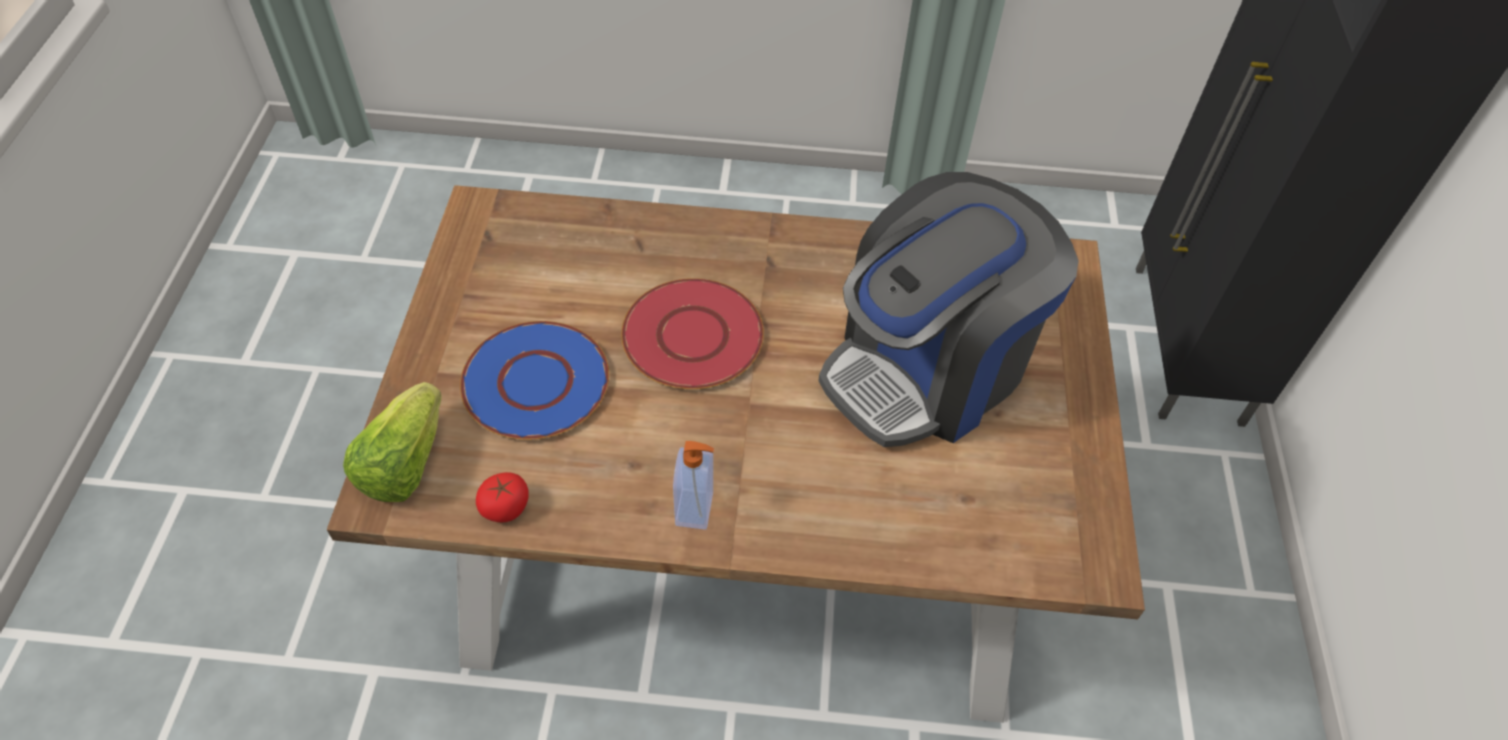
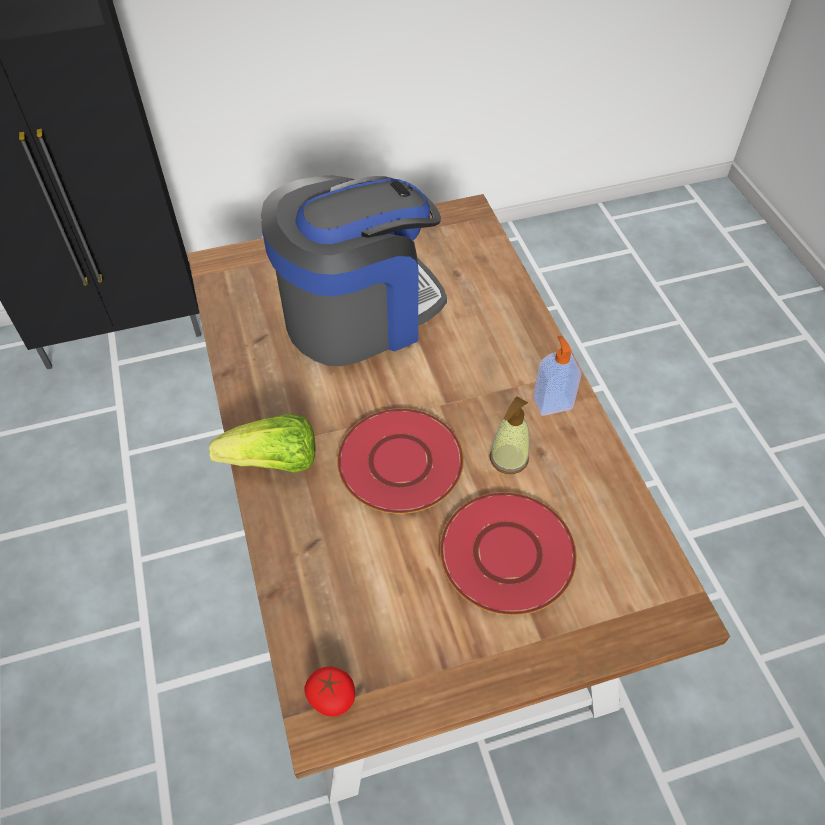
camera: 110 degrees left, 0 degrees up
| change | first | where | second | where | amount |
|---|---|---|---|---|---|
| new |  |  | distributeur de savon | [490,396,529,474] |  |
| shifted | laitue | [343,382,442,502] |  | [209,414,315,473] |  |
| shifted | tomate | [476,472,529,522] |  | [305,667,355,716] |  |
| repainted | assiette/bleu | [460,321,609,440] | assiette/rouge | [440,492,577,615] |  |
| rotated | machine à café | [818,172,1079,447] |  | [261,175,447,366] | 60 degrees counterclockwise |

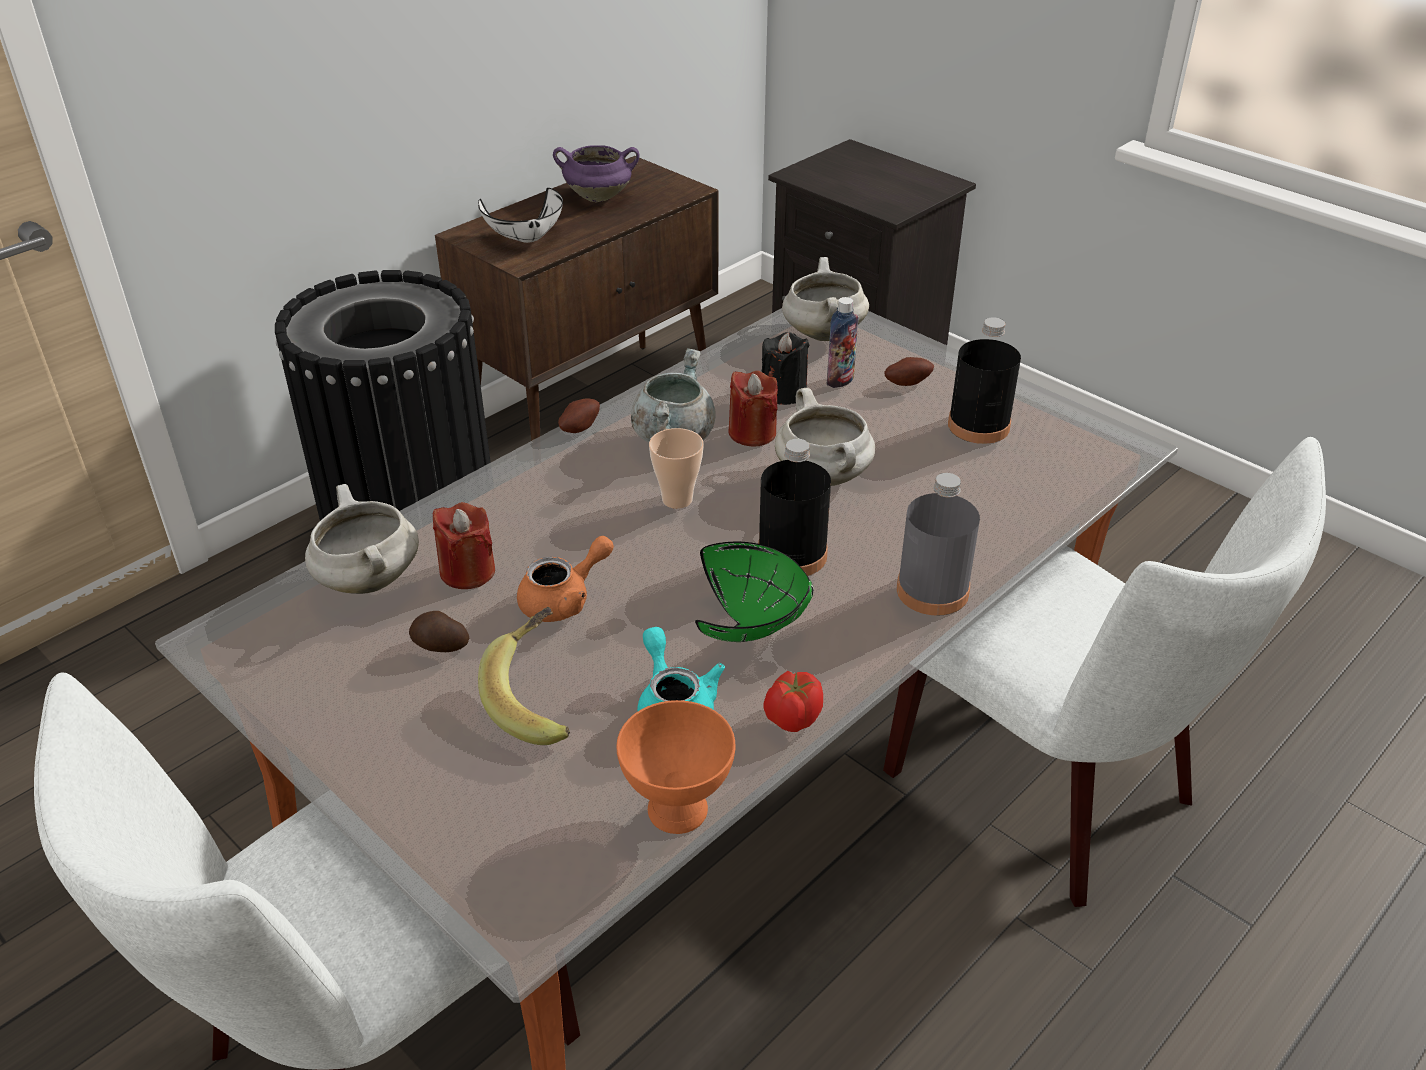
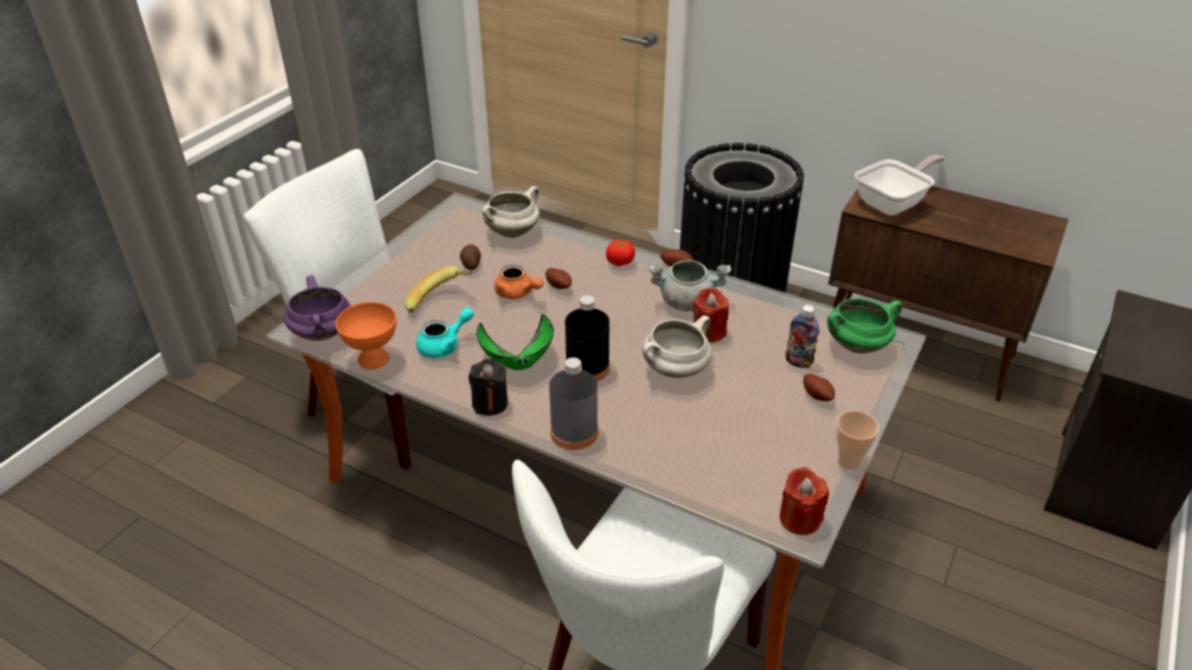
camera: 75 degrees right, 0 degrees up
| change | first | where | second | where | amount |
|---|---|---|---|---|---|
| gone | bouteille/noir | [948,317,1021,444] |  |  |  |
| new |  |  | pomme de terre | [546,268,572,289] |  |
| shifted | bougie/rouge | [433,502,495,589] |  | [780,467,829,535] |  |
| shifted | marmite/violet | [553,145,639,202] |  | [283,275,351,341] |  |
| shifted | tasse | [649,428,704,509] |  | [836,411,879,470] |  |
| shifted | bougie/noir | [762,332,810,405] |  | [468,358,508,416] |  |
| shifted | tomate | [764,671,823,732] |  | [606,239,635,266] |  |
| swapped | bol/blanc | [478,188,563,243] | poêle | [855,155,945,216] |  |
| repainted | marmite/blanc | [782,257,869,341] | marmite/vert | [827,298,902,354] |  |

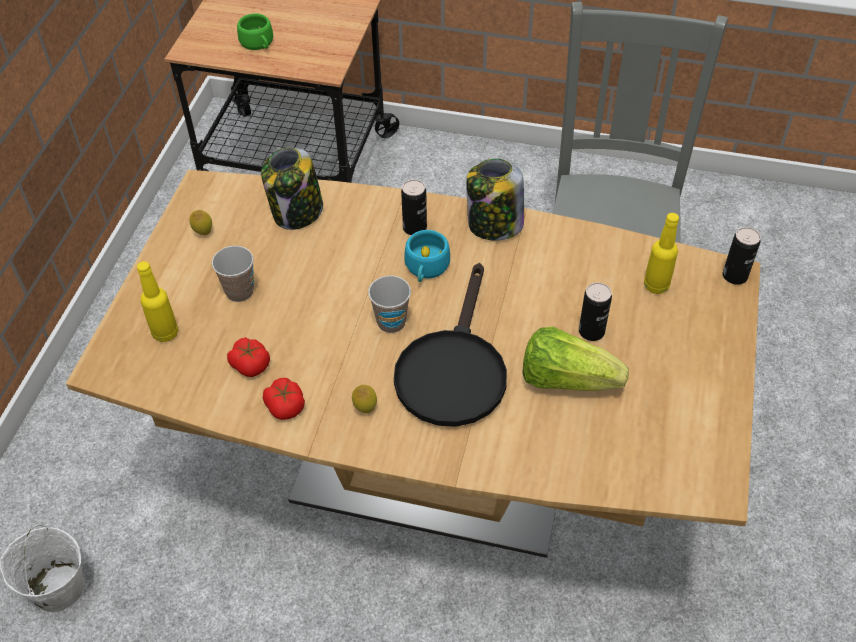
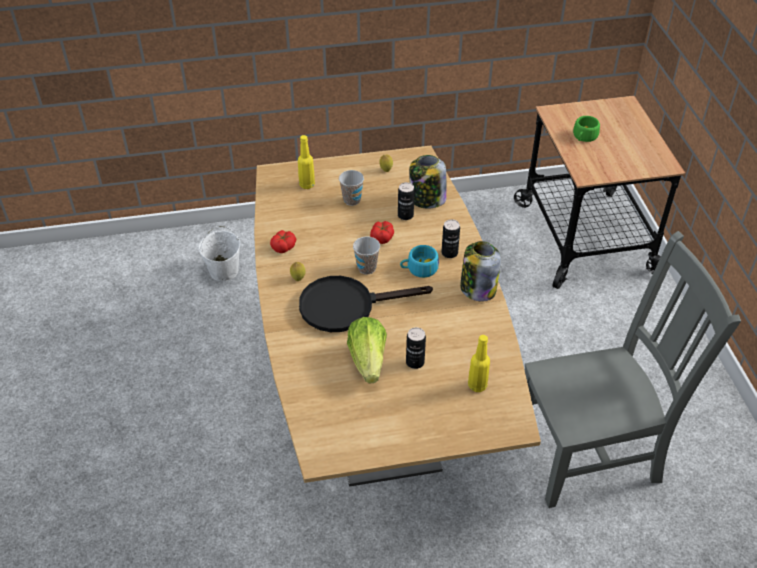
camera: 65 degrees right, 5 degrees down
| change | first | where | second | where | amount |
|---|---|---|---|---|---|
| shifted | tomate | [227,337,270,377] |  | [370,221,394,244] |  |
| shifted | boîte métallique | [723,227,761,285] |  | [398,182,415,220] |  |

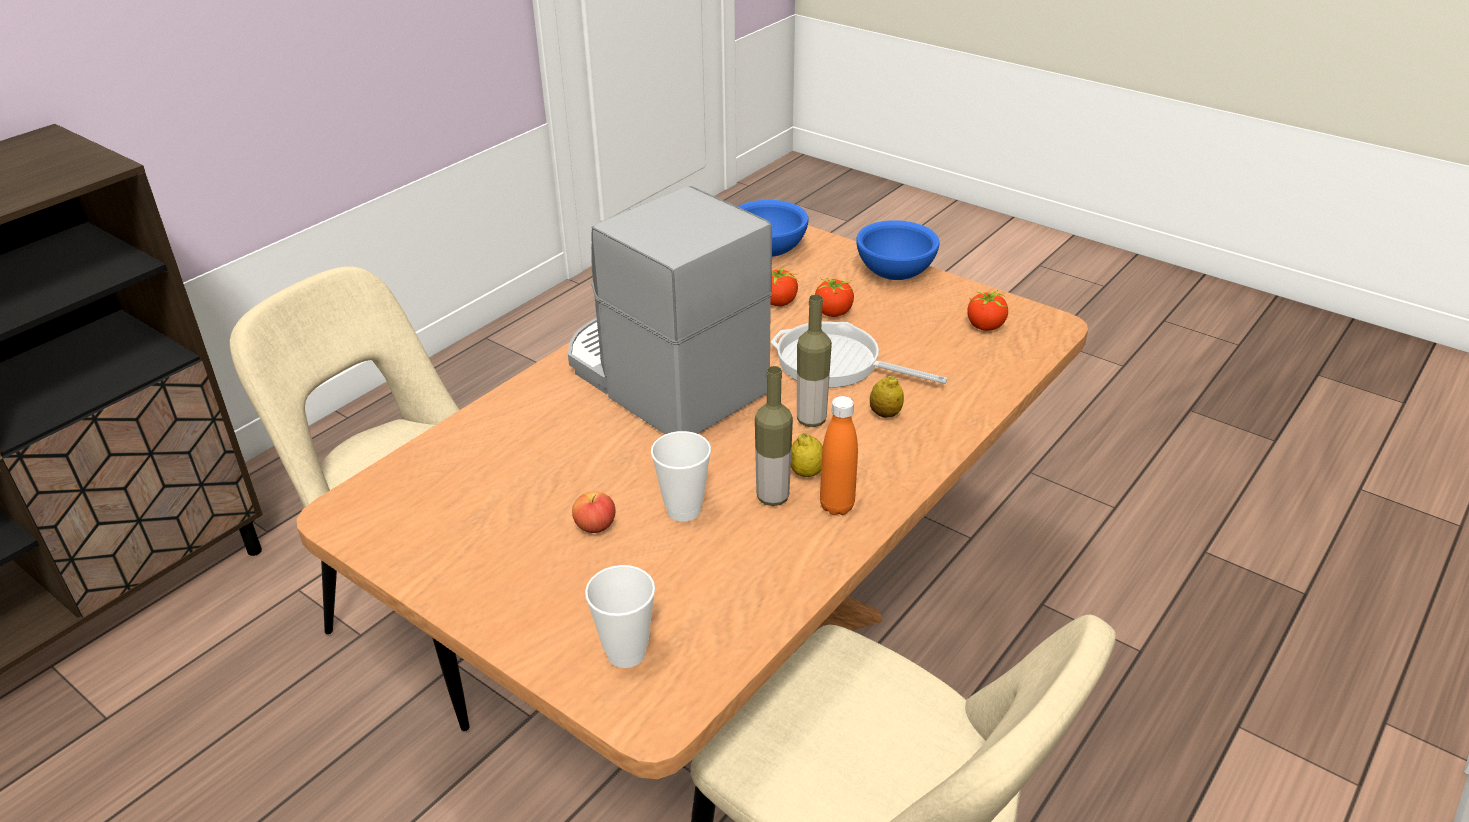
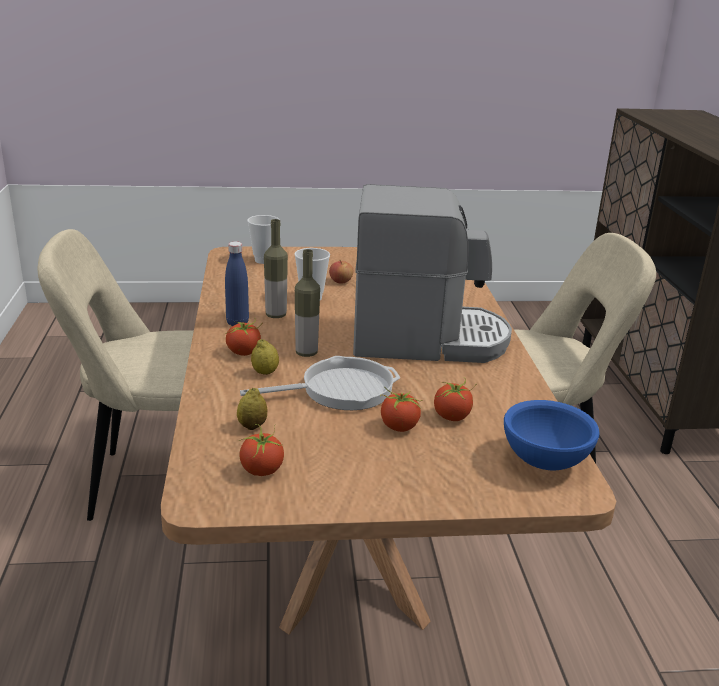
camera: 135 degrees right, 10 degrees down
| change | first | where | second | where | amount |
|---|---|---|---|---|---|
| gone | bol/bleu | [856,220,940,280] |  |  |  |
| new |  |  | tomate | [225,318,262,356] |  |
| shifted | citron | [791,433,823,477] |  | [237,388,268,430] |  |
| repainted | bouteille/orange | [820,396,858,515] | bouteille/bleu | [225,242,249,326] |  |

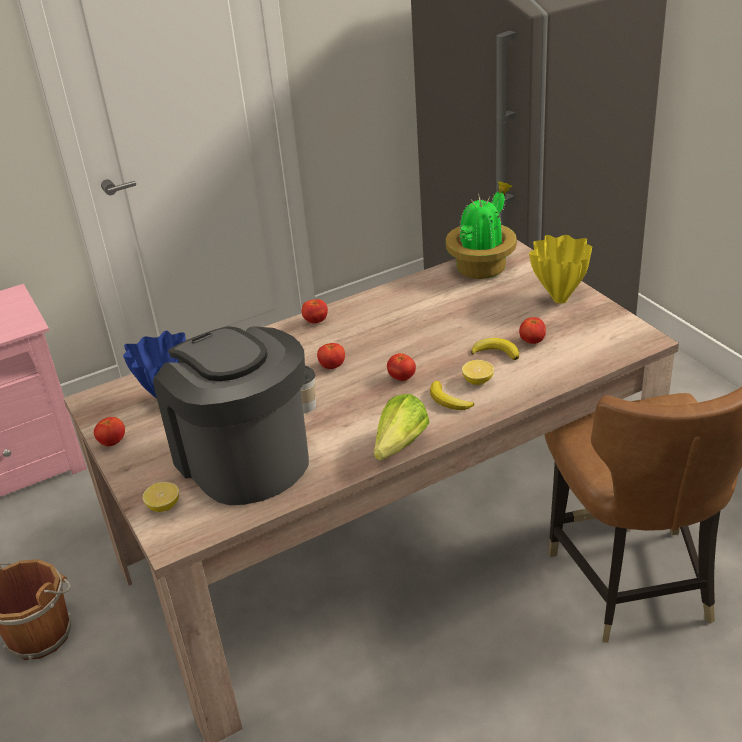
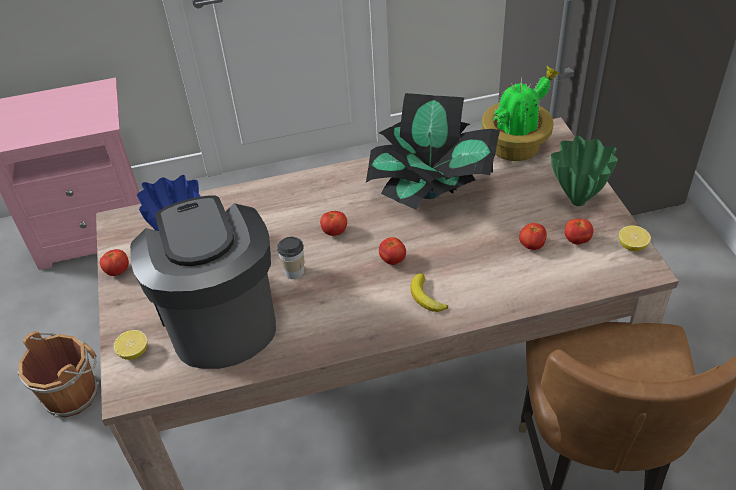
camera: 15 degrees right, 10 degrees up
| change | first | where | second | where | amount |
|---|---|---|---|---|---|
| gone | laitue | [374,394,430,461] |  |  |  |
| gone | banane | [471,338,519,360] |  |  |  |
| new |  |  | plante en pot | [366,93,500,210] |  |
| shifted | tomate | [302,299,328,324] |  | [565,219,593,244] |  |
| shifted | citron | [462,360,494,385] |  | [619,225,651,251] |  |
| repainted | vase/jaune | [529,235,592,304] | vase/vert | [551,135,618,206] |  |

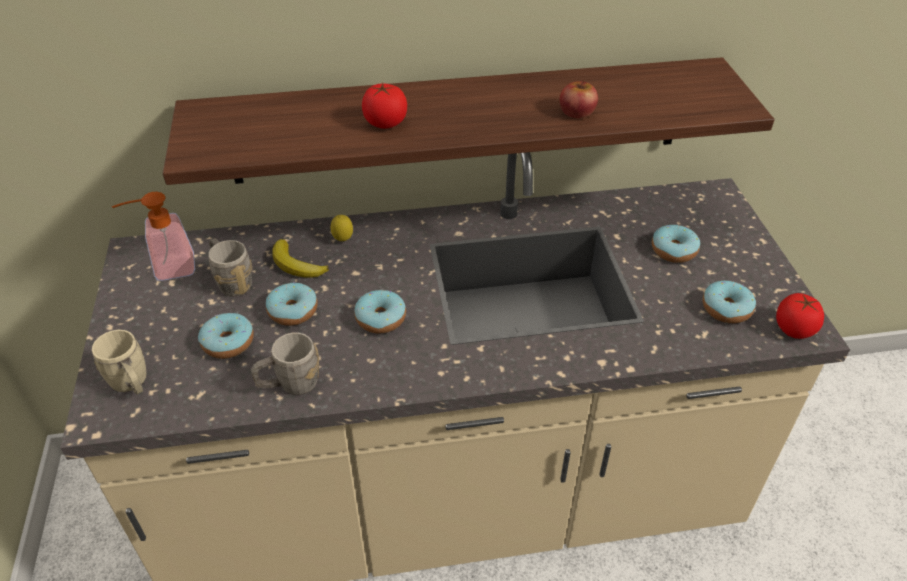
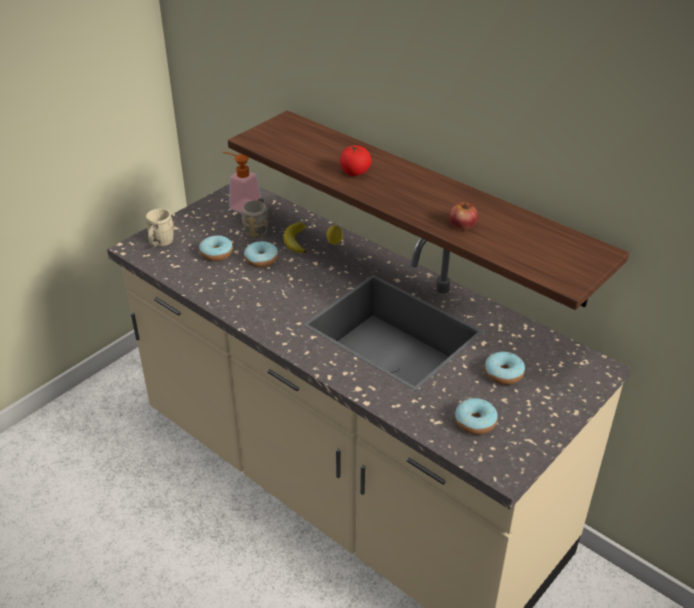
camera: 50 degrees right, 5 degrees down
| change | first | where | second | where | amount |
|---|---|---|---|---|---|
| gone | mug/gris | [251,333,319,395] |  |  |  |
| gone | beignet | [355,290,406,334] |  |  |  |
| gone | tomate | [776,293,824,339] |  |  |  |

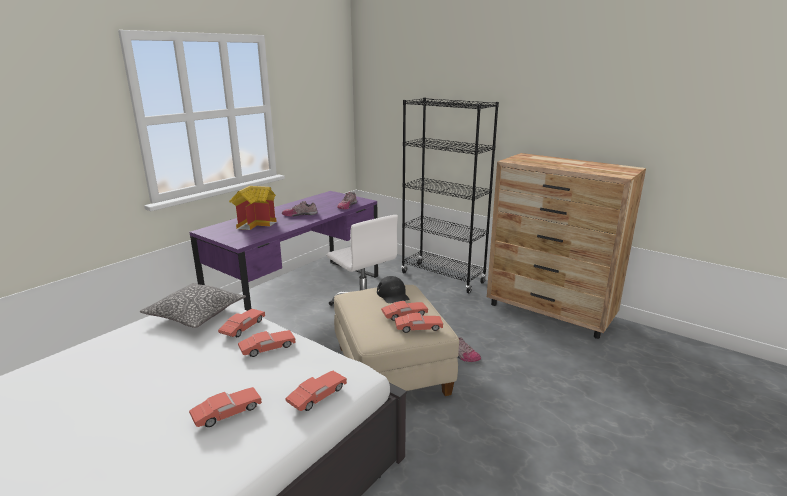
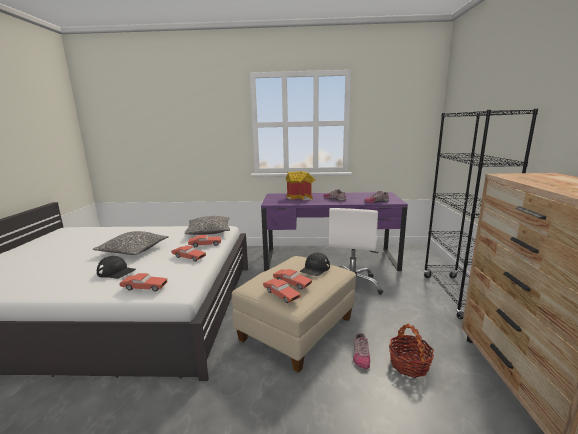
camera: 55 degrees right, 5 degrees down
| change | first | where | second | where | amount |
|---|---|---|---|---|---|
| new |  |  | coussin | [93,231,169,255] |  |
| new |  |  | panier | [389,323,434,378] |  |
| swapped | petite voiture/rouge | [189,387,262,427] | casquette/noir | [97,256,136,279] |  |

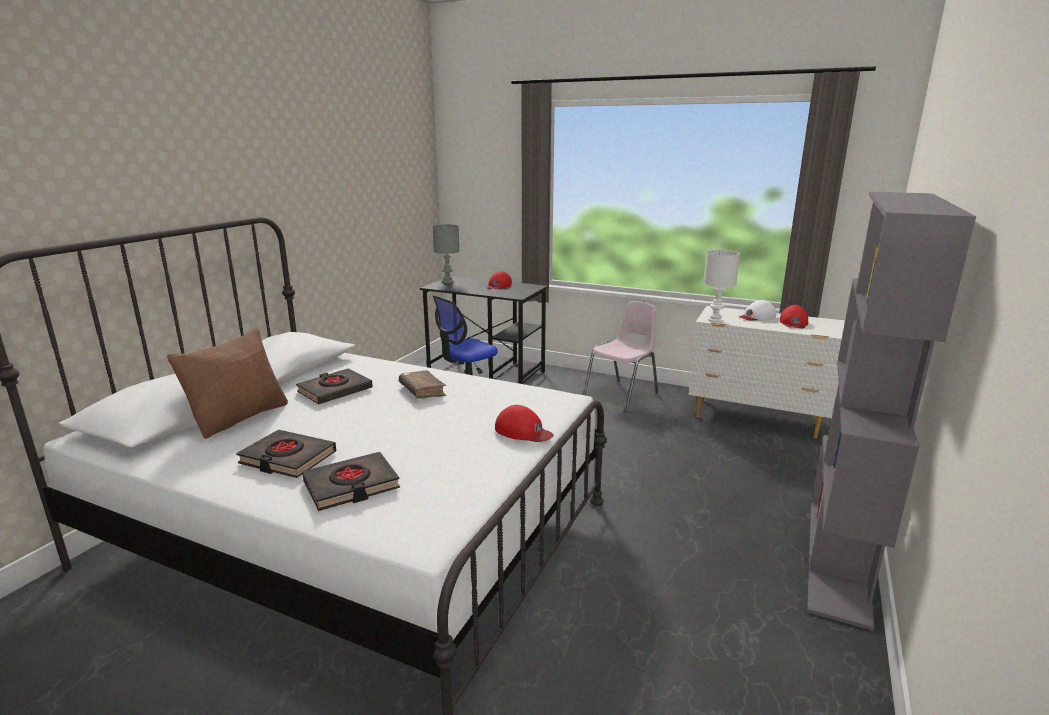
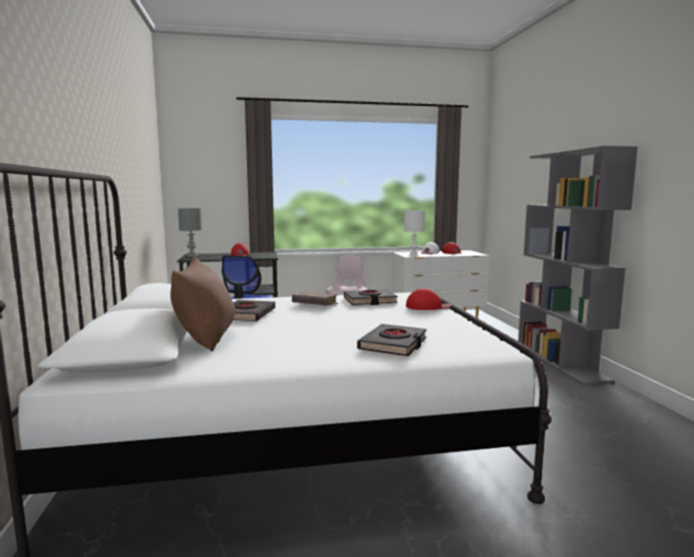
camera: 35 degrees left, 10 degrees down
| change | first | where | second | where | amount |
|---|---|---|---|---|---|
| shifted | livre/noir | [236,430,336,478] |  | [344,289,398,305] |  |

